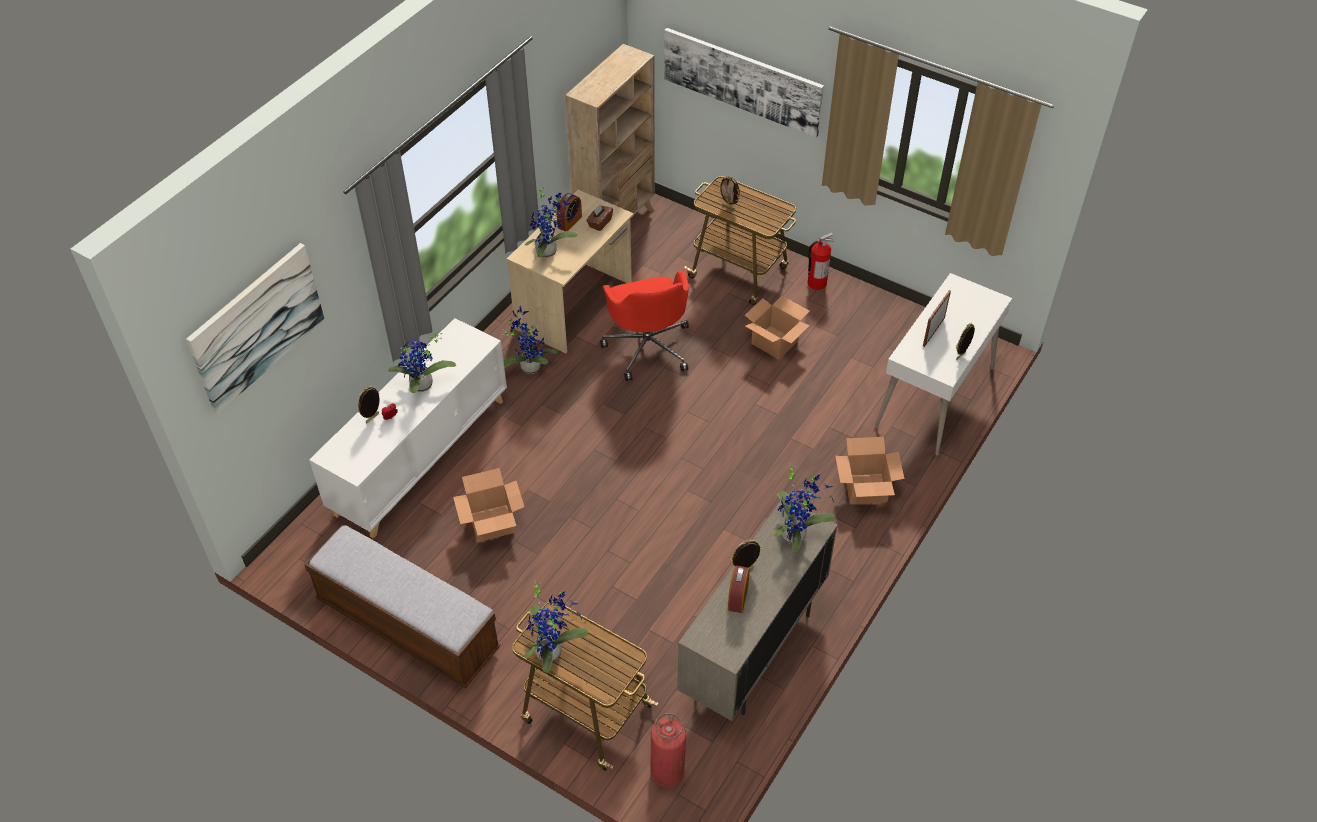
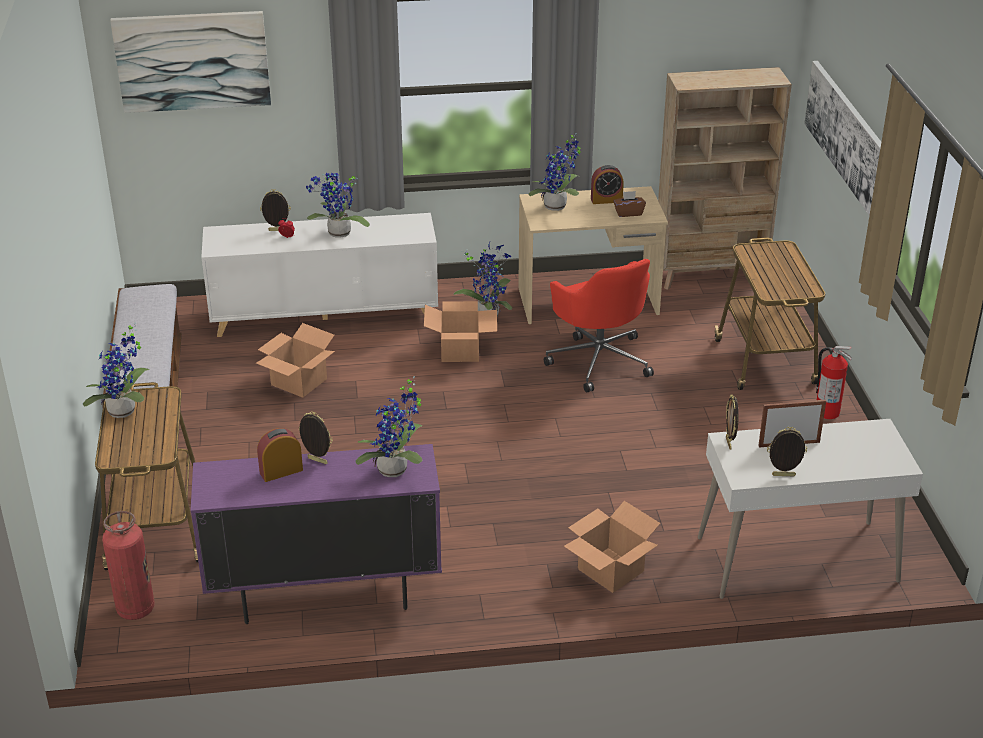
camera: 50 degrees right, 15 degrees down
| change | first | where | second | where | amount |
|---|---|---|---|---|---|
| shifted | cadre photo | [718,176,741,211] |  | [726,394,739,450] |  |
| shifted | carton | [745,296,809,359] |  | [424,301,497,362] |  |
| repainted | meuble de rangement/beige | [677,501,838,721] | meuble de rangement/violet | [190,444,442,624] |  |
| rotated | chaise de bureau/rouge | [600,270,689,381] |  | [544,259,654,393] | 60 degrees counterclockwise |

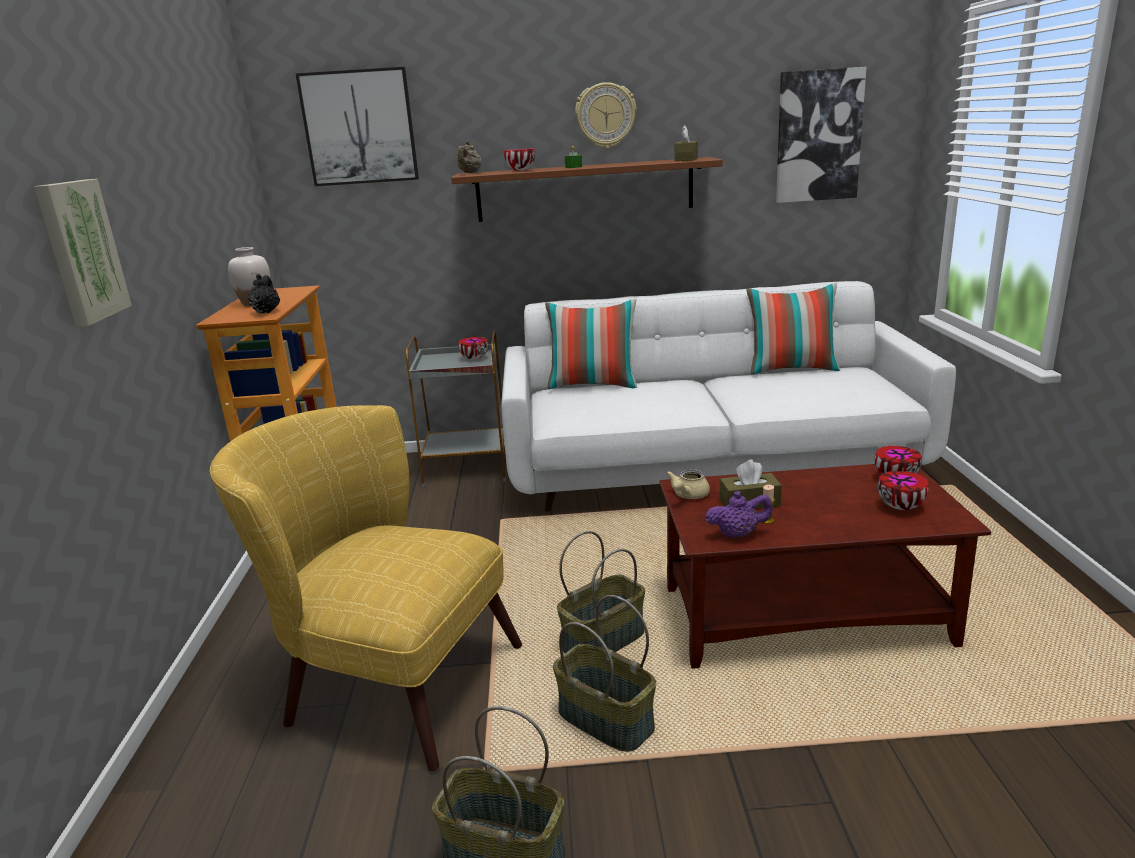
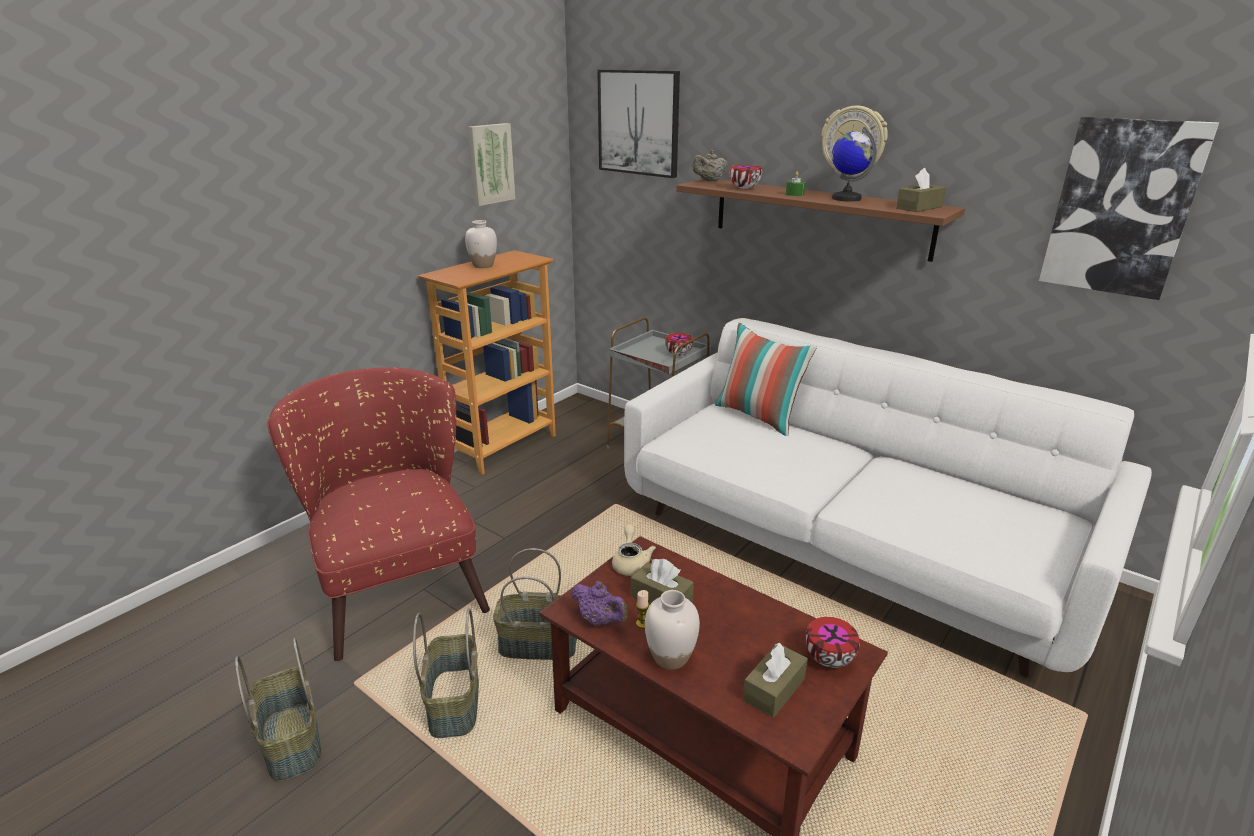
camera: 40 degrees right, 5 degrees up
| change | first | where | second | where | amount |
|---|---|---|---|---|---|
| gone | théière/noir | [248,274,280,313] |  |  |  |
| gone | coussin | [746,283,840,375] |  |  |  |
| new |  |  | vase/blanc | [645,590,700,670] |  |
| new |  |  | globe | [832,126,877,202] |  |
| shifted | tableau | [34,179,132,327] |  | [467,123,515,206] |  |
| swapped | bol | [878,471,929,510] | boîte à mouchoirs/marron | [743,643,808,718] |  |
| repainted | fauteuil/jaune | [209,405,522,771] | fauteuil/rouge | [267,367,490,661] |  |
| rotated | théière/beige | [666,469,710,499] |  | [612,525,656,576] | 105 degrees clockwise |

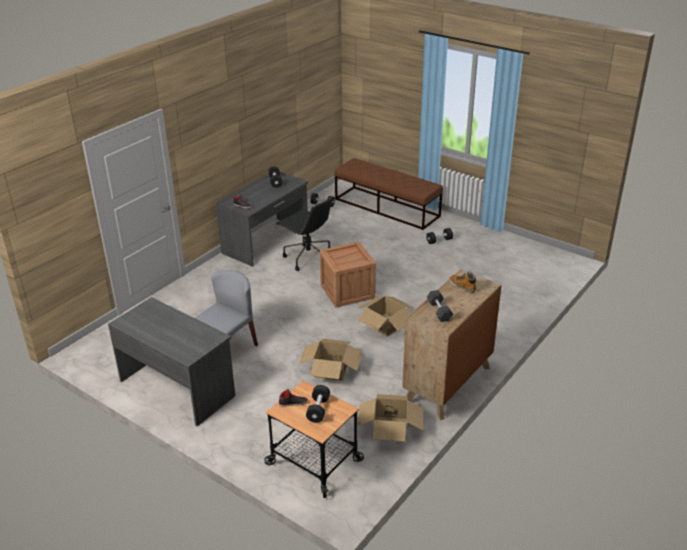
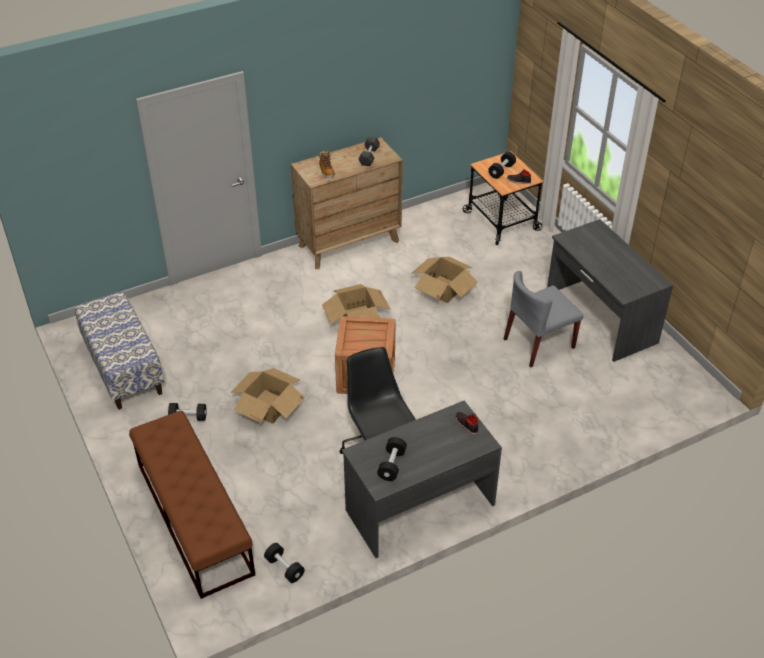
camera: 155 degrees left, 10 degrees up
| change | first | where | second | where | amount |
|---|---|---|---|---|---|
| new |  |  | banc | [75,291,164,410] |  |
| shifted | carton | [357,394,423,442] |  | [230,368,305,424] |  |

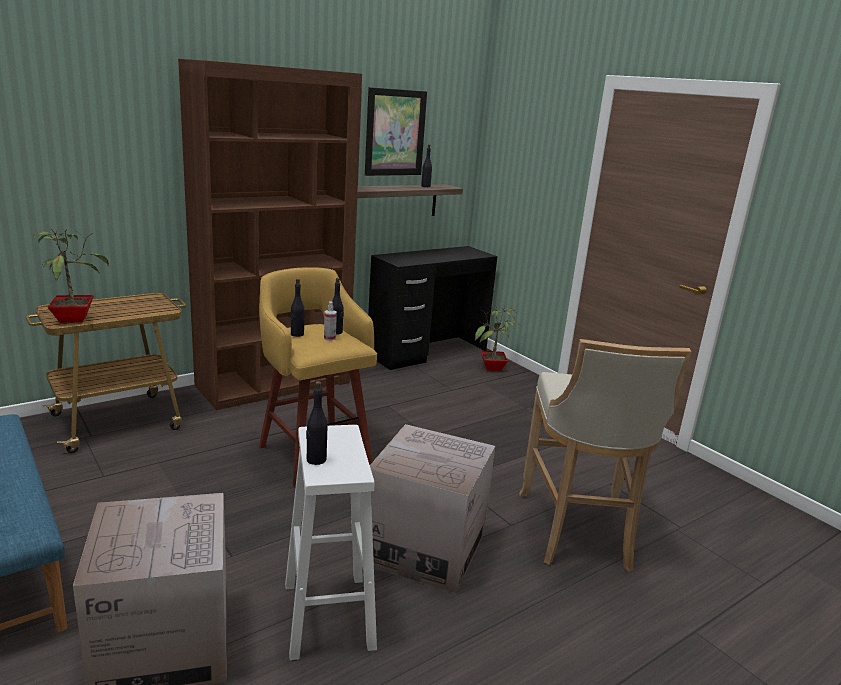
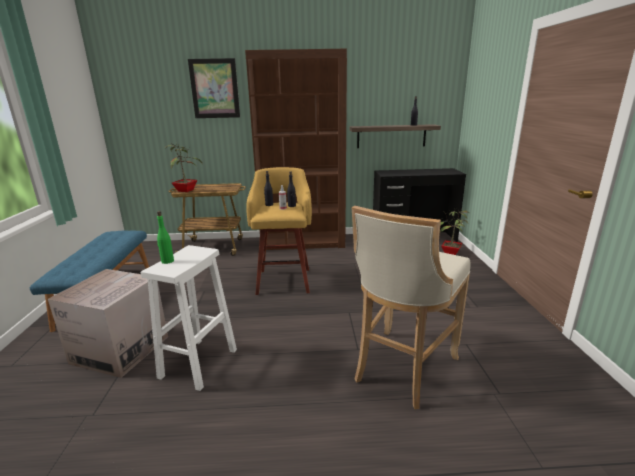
camera: 35 degrees right, 0 degrees up
| change | first | where | second | where | amount |
|---|---|---|---|---|---|
| gone | carton | [370,424,495,594] |  |  |  |
| shifted | tableau | [365,87,427,176] |  | [188,58,240,118] |  |
| repainted | bouteille/noir | [306,381,327,465] | bouteille/vert | [157,211,174,264] |  |

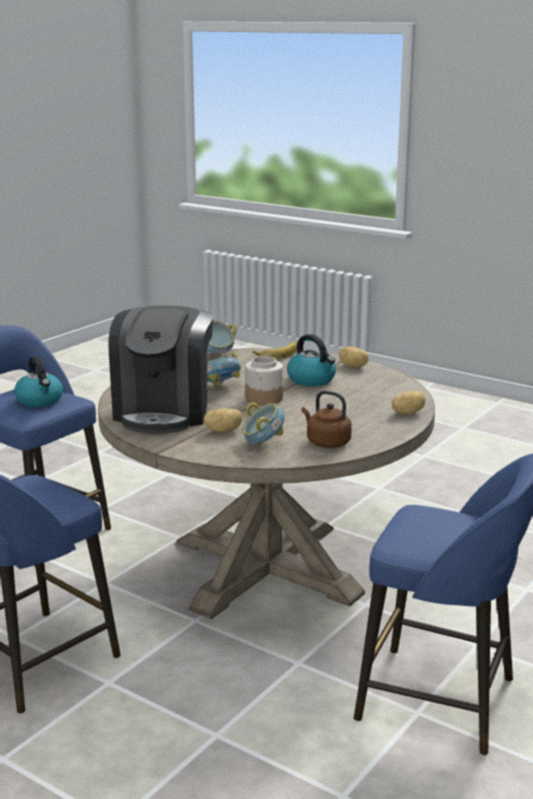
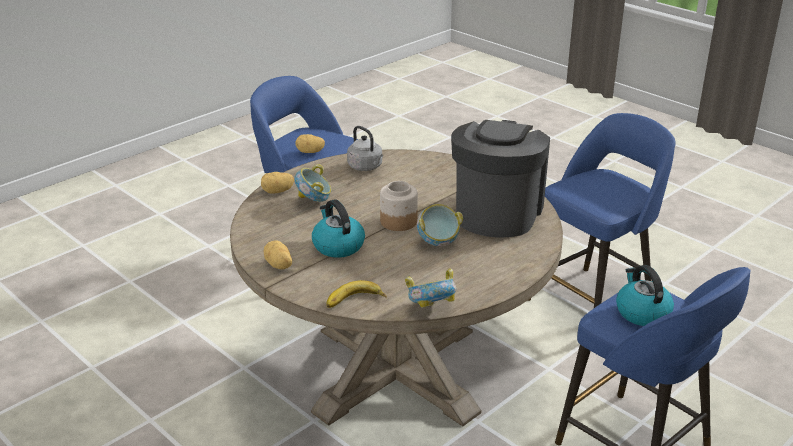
camera: 170 degrees left, 10 degrees up
| change | first | where | second | where | amount |
|---|---|---|---|---|---|
| shifted | pomme de terre | [203,408,242,433] |  | [295,134,325,153] |  |
| shifted | bol | [242,402,285,445] |  | [294,164,331,202] |  |
| repainted | bouilloire/marron | [302,391,352,448] | bouilloire/gris | [347,126,383,171] |  |

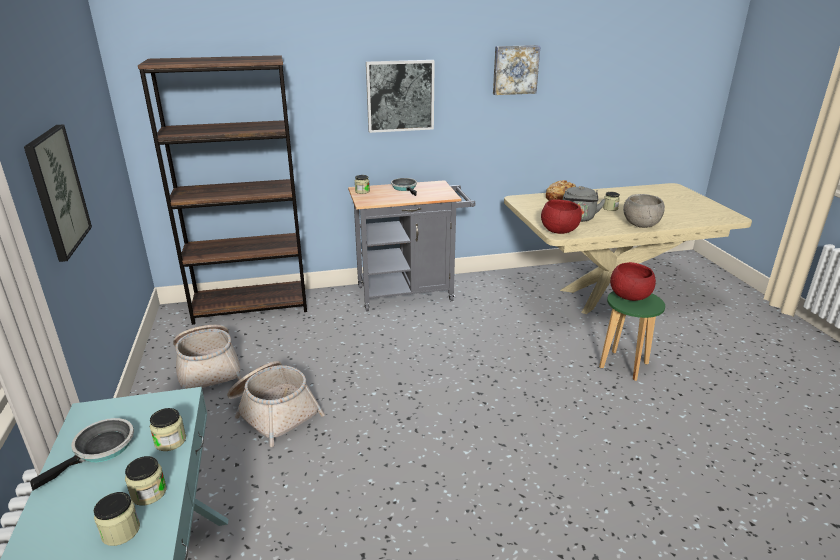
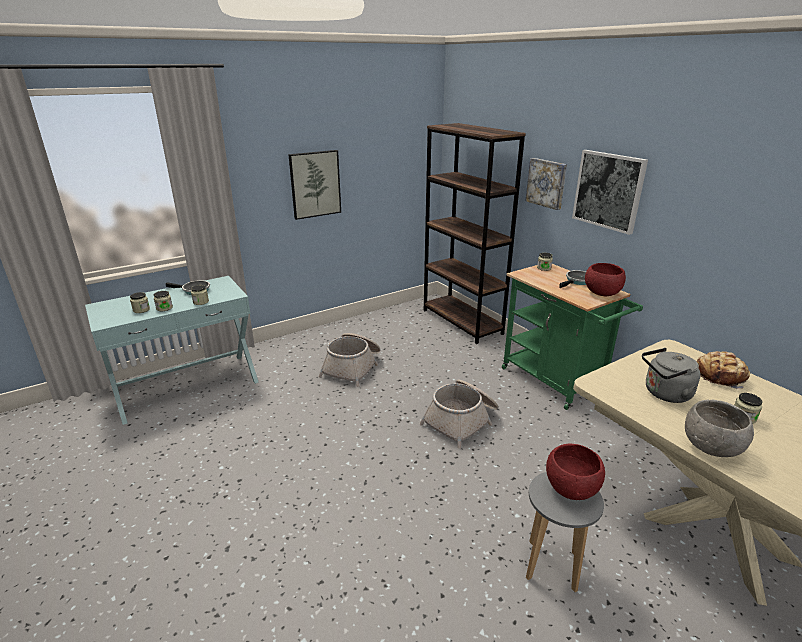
camera: 70 degrees right, 0 degrees up
| change | first | where | second | where | amount |
|---|---|---|---|---|---|
| shifted | panier | [173,325,242,389] |  | [420,380,498,449] |  |
| shifted | tableau | [493,45,541,95] |  | [525,158,567,210] |  |
| shifted | bol/rouge | [541,200,582,234] |  | [585,263,626,296] |  |
| repainted | chariot/gris | [348,180,476,311] | chariot/vert | [502,264,643,410] |  |
| repainted | tabouret/vert | [599,291,665,381] | tabouret/gris | [526,472,604,592] |  |

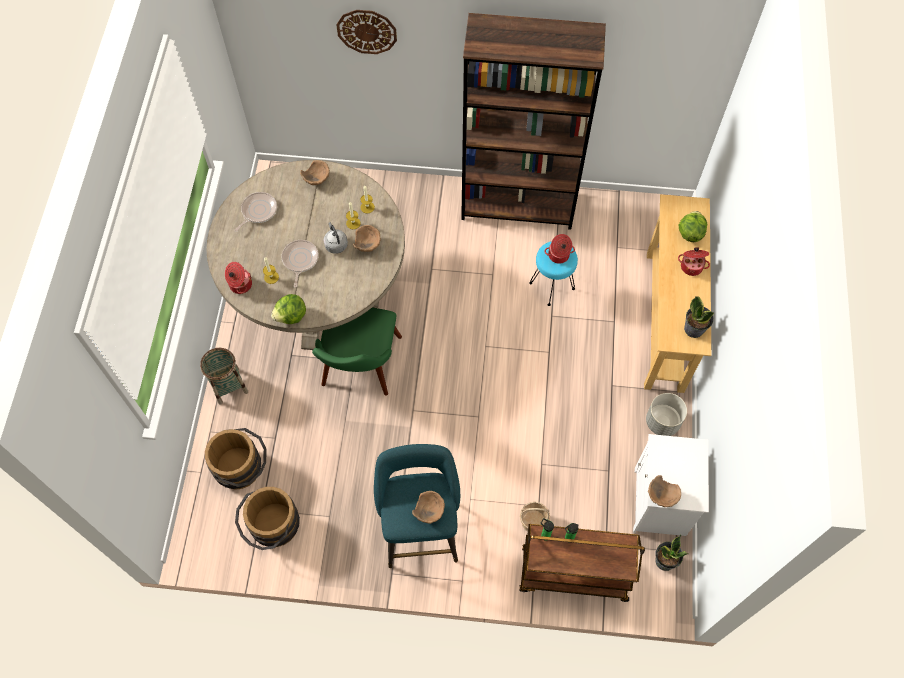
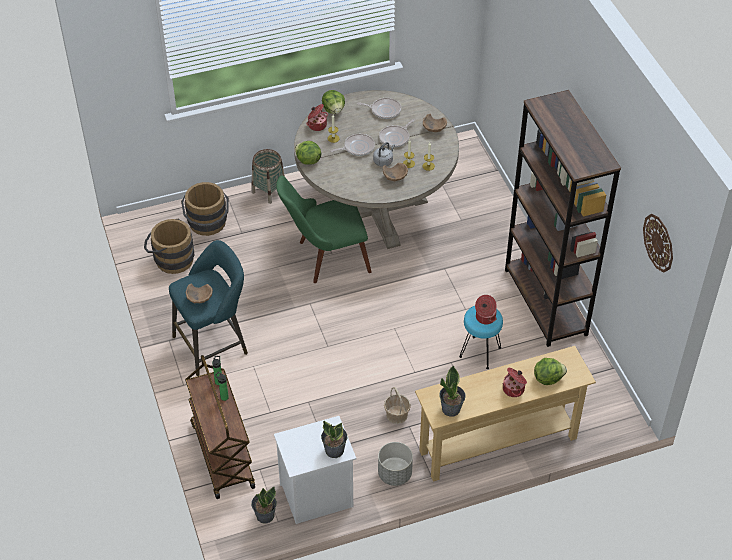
camera: 65 degrees right, 15 degrees down
| change | first | where | second | where | amount |
|---|---|---|---|---|---|
| gone | bol/marron | [648,475,681,507] |  |  |  |
| new |  |  | plante en pot | [321,421,347,458] |  |
| new |  |  | laitue | [322,90,345,114] |  |
| new |  |  | poêle | [379,119,415,147] |  |
| shifted | horloge murale | [336,10,397,54] |  | [643,214,673,273] |  |
| shifted | panier | [520,502,550,532] |  | [384,387,411,424] |  |

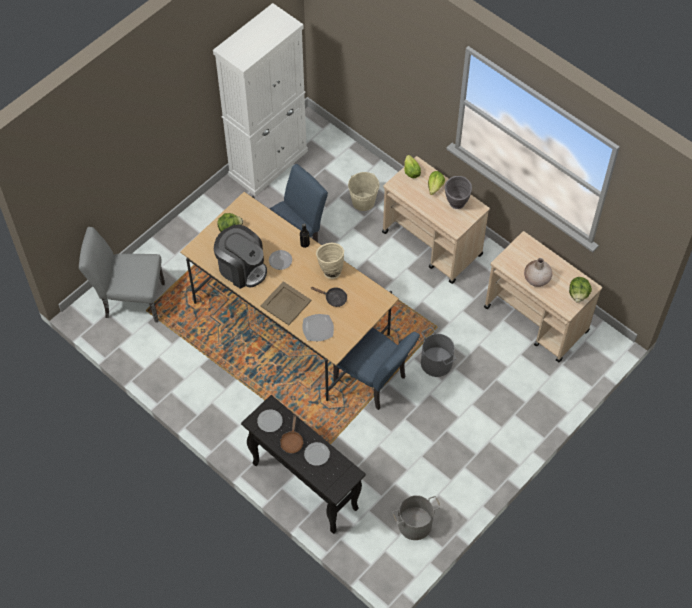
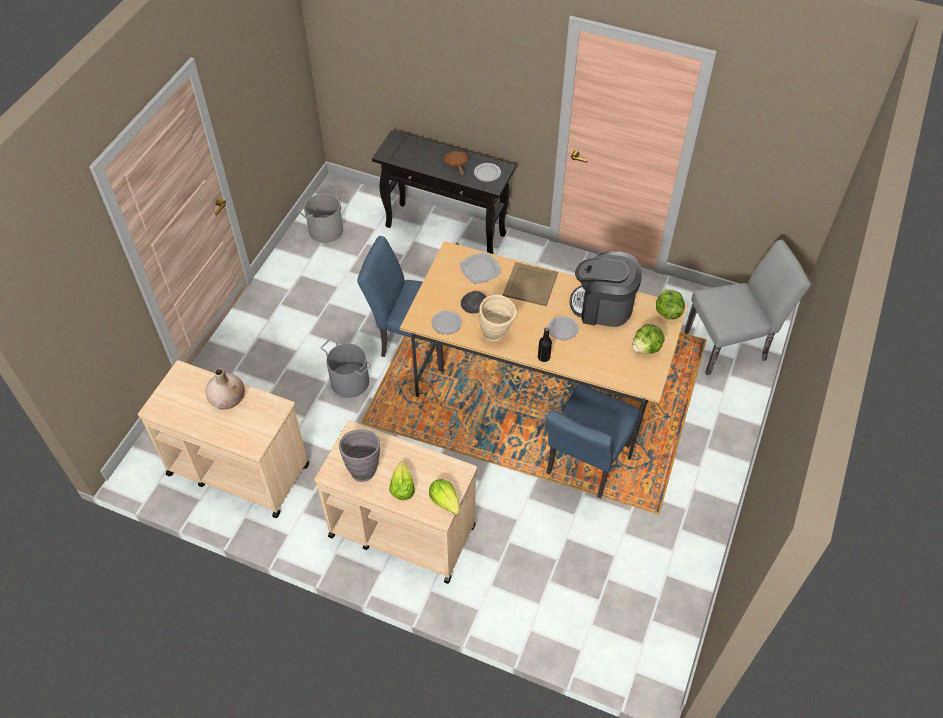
camera: 160 degrees right, 5 degrees down
| change | first | where | second | where | amount |
|---|---|---|---|---|---|
| gone | meuble de rangement/blanc | [213,3,308,196] |  |  |  |
| gone | seau/beige | [348,172,380,211] |  |  |  |
| shifted | assiette | [304,442,330,466] |  | [431,311,462,335] |  |
| shifted | laitue | [569,277,592,303] |  | [656,289,685,320] |  |

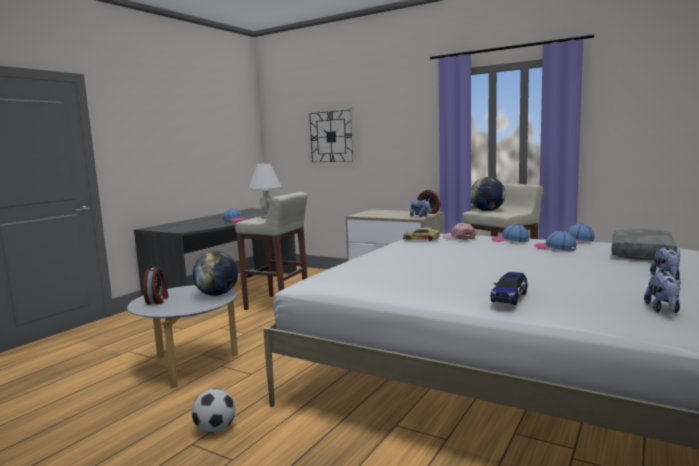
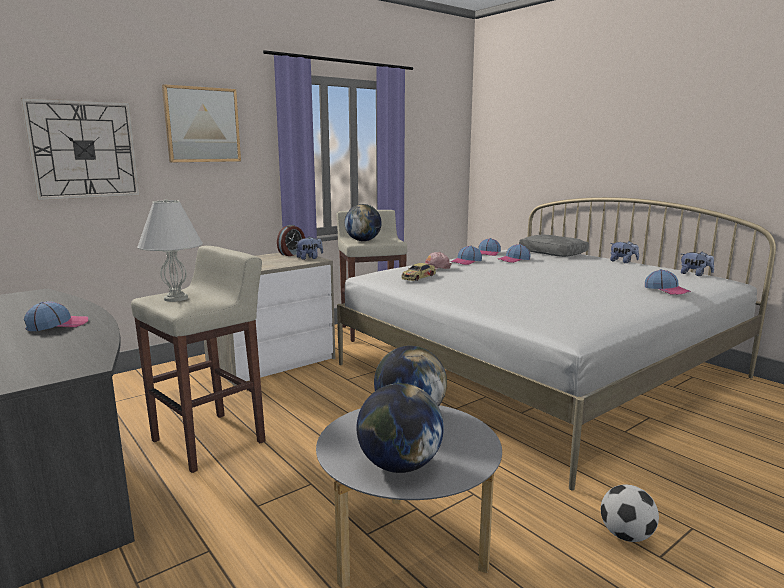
camera: 70 degrees left, 5 degrees up
| change | first | where | second | where | amount |
|---|---|---|---|---|---|
| new |  |  | tableau | [162,84,241,162] |  |
| swapped | réveil | [143,267,168,304] | globe | [356,383,444,473] |  |
| swapped | petite voiture | [491,272,528,305] | casquette | [645,269,691,295] |  |

